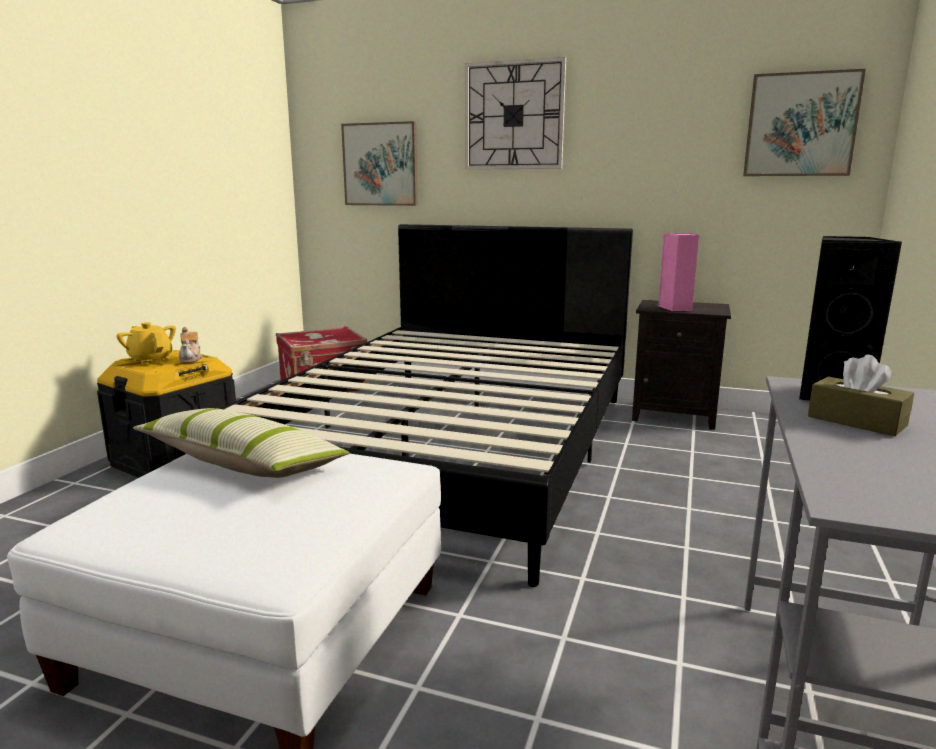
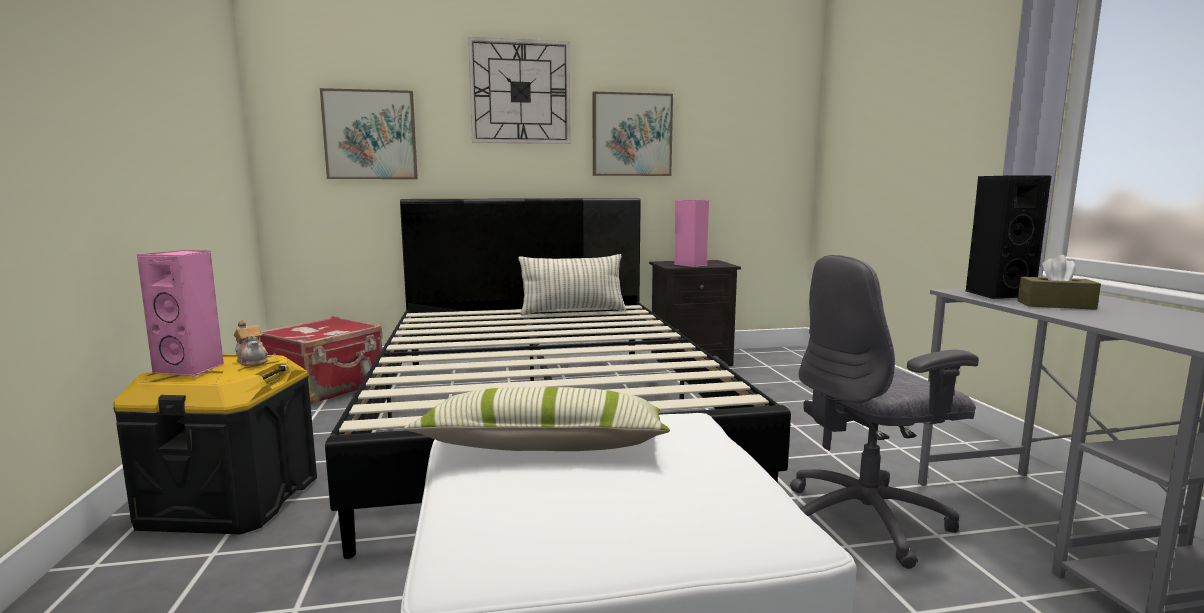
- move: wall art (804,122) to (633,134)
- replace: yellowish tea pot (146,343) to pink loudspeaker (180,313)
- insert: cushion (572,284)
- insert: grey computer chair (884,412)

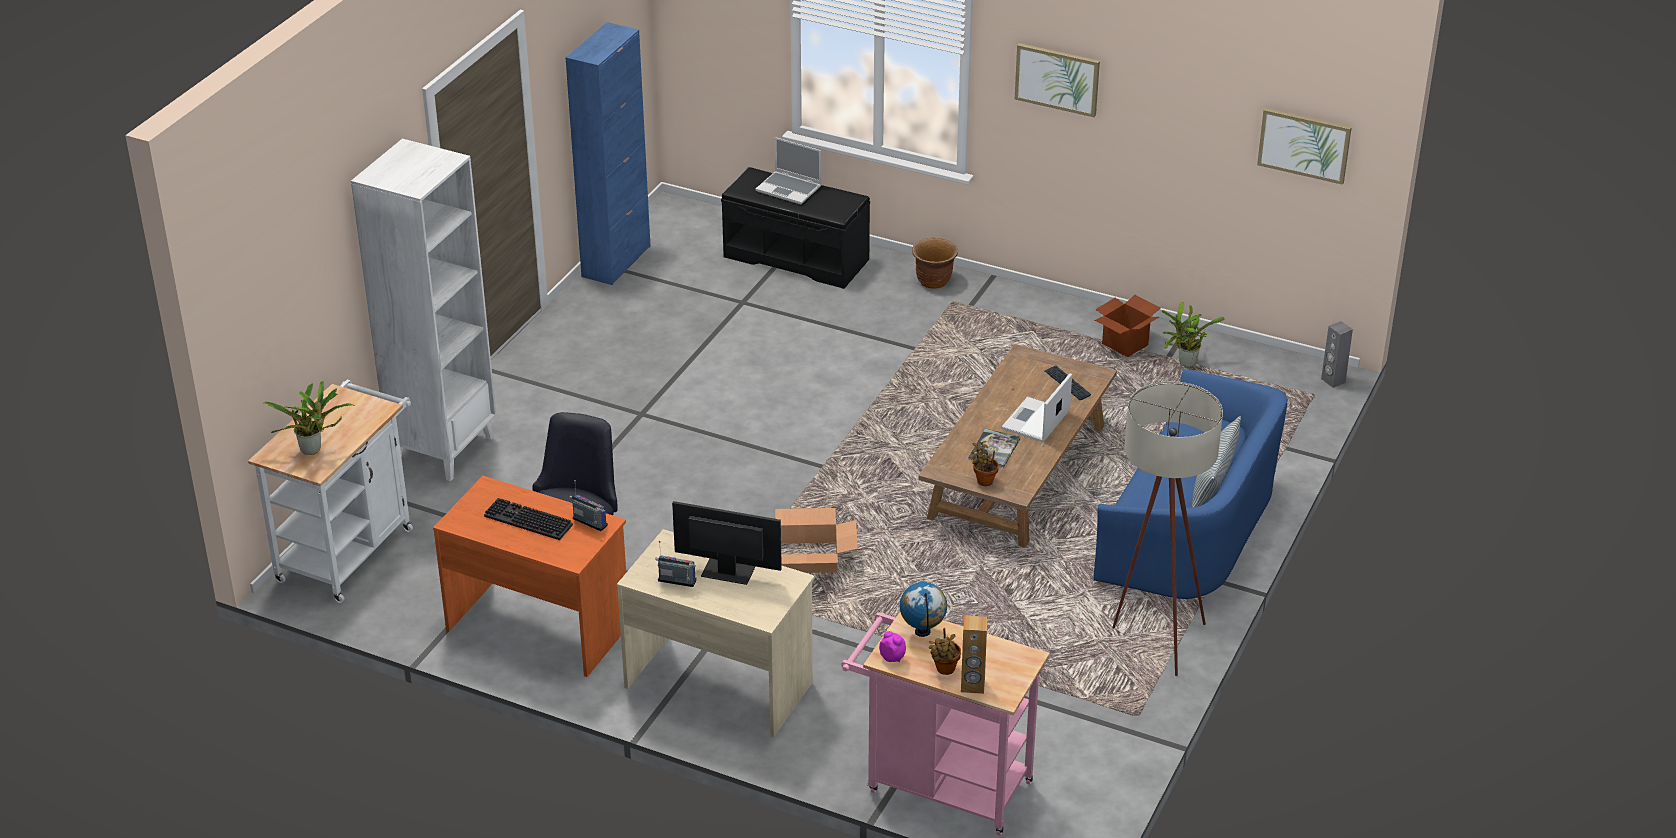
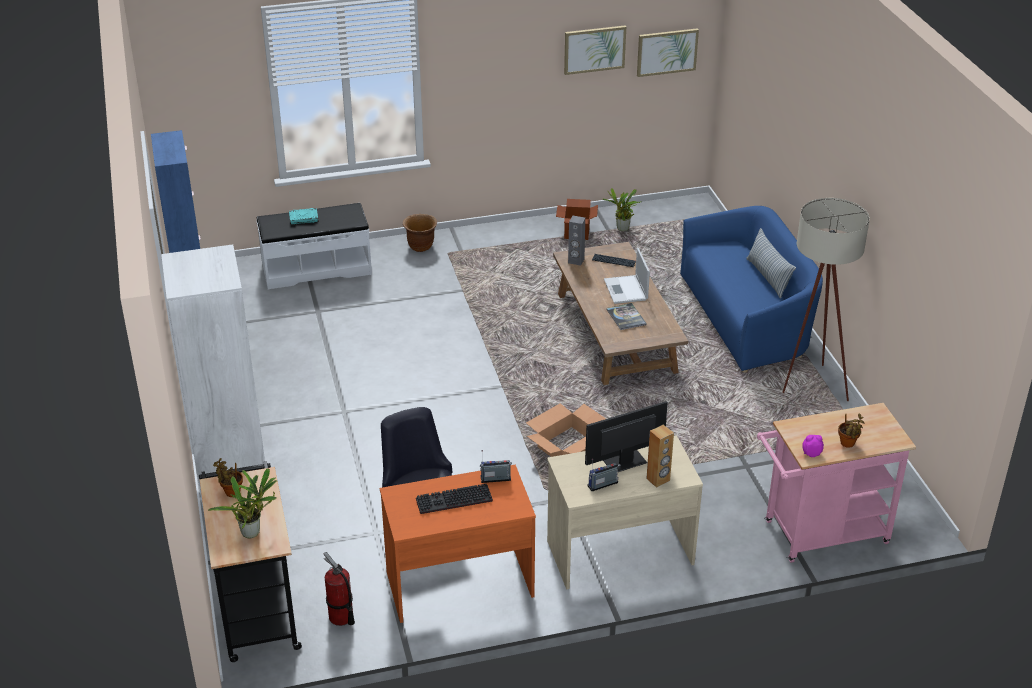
- move: wall art (1057,80) to (595,50)
- replace: portable computer (789,171) to turquoise-coloured book (303,216)
- recolor: blackish bench (795,228) to whitish bench (314,246)
- move: grey loudspeaker (1337,354) to (576,241)
- recolor: whitish cart (330,491) to blackish cart (250,561)
- move: potted plant (985,463) to (228,477)
- delete: globe (923,609)
- move: brownish loudspeaker (974,654) to (660,456)
- insert: fire-fighting cylinder (339,589)

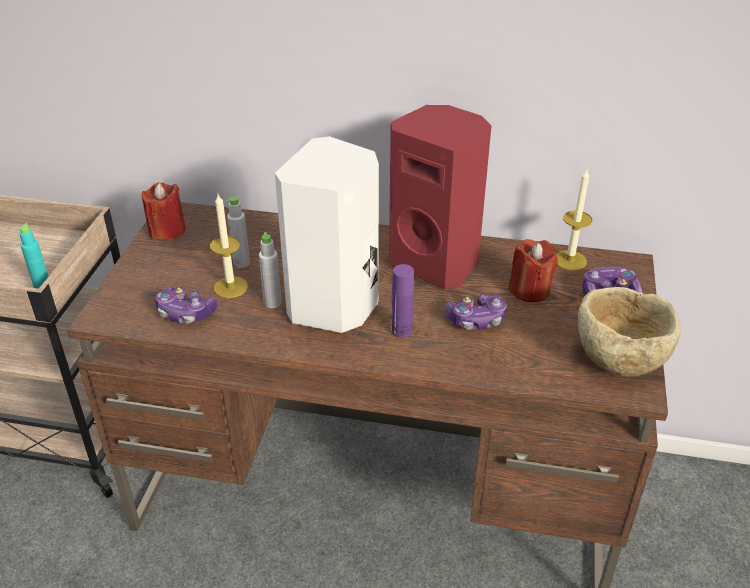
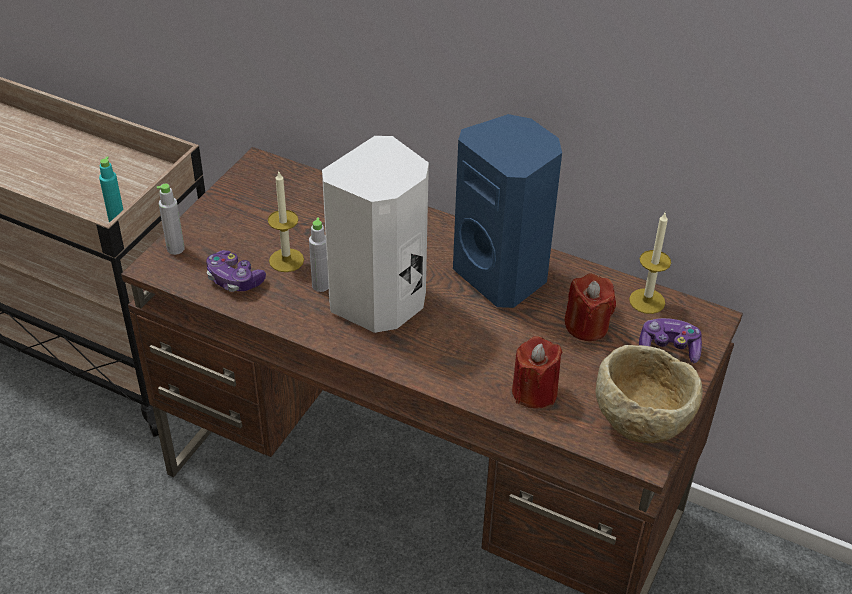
- recolor: red-coloured loudspeaker (440,197) to bluish loudspeaker (507,211)
- move: red-coloured wax light (163,211) to (537,372)
- move: grey bottle (238,232) to (171,219)
- delete: purple-coloured bottle (402,301)
- delete: joypad (476,312)

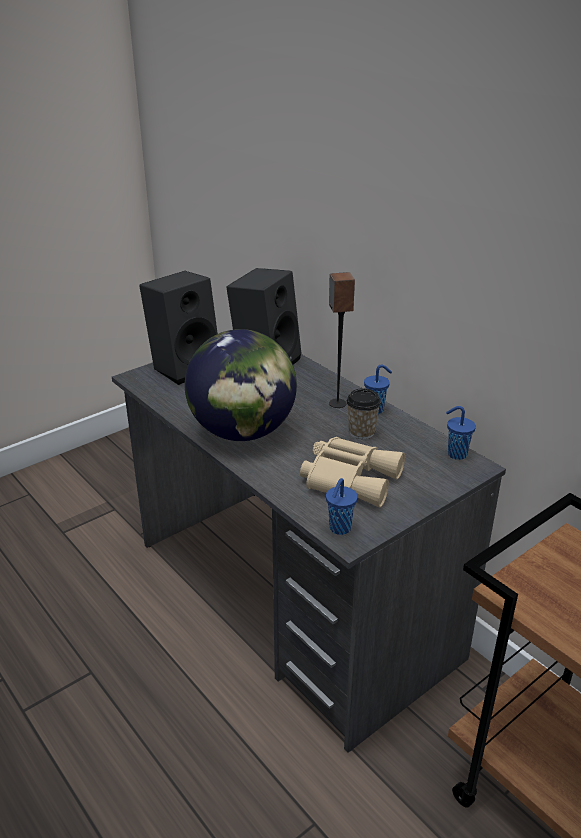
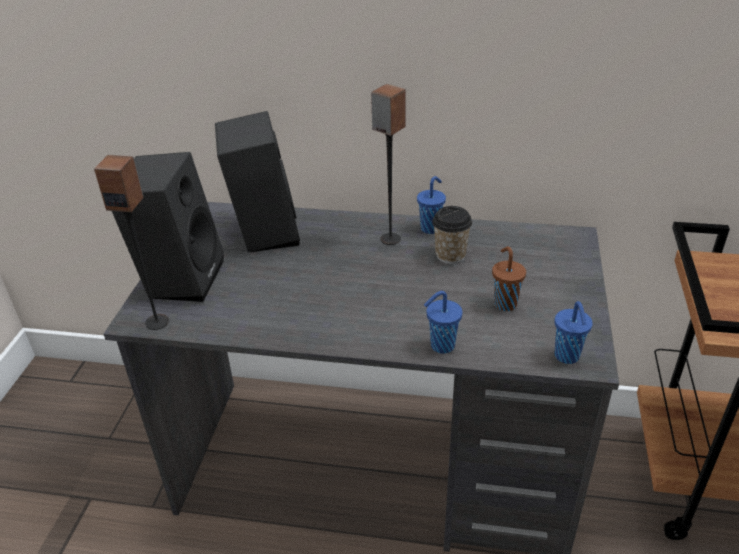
- delete: globe (241,385)
- move: bluish drinking cup (461,433) to (443,322)
- replace: beige binoculars (352,472) to brownish drinking cup (509,278)
- insert: loudspeaker (131,242)

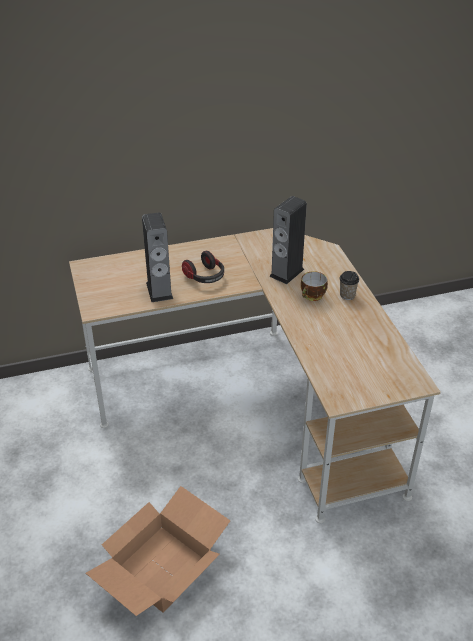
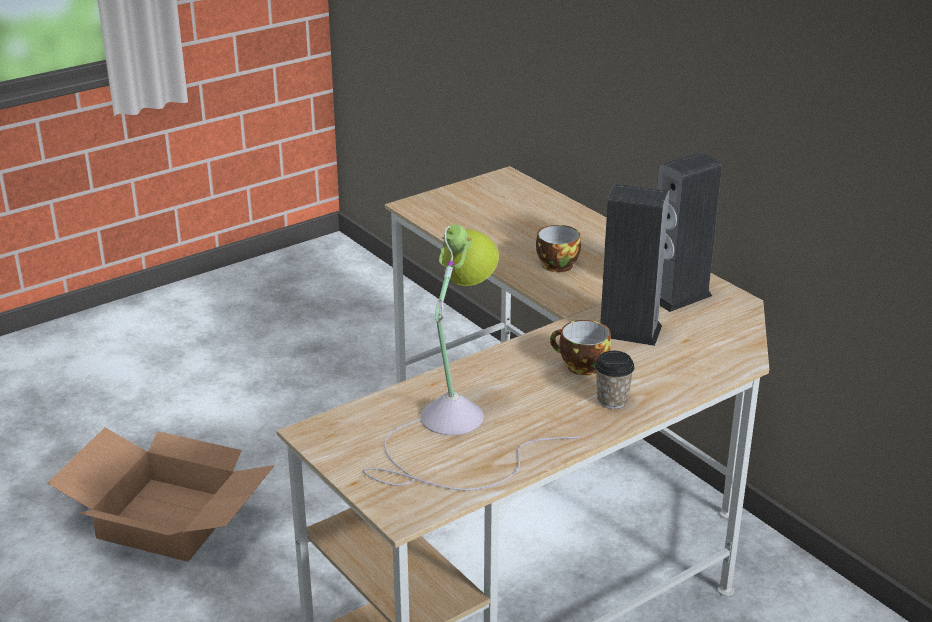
- move: loudspeaker (157,257) to (689,232)
- replace: pair of headphones (203,267) to drinking cup (558,248)
- insert: table lamp (471,357)

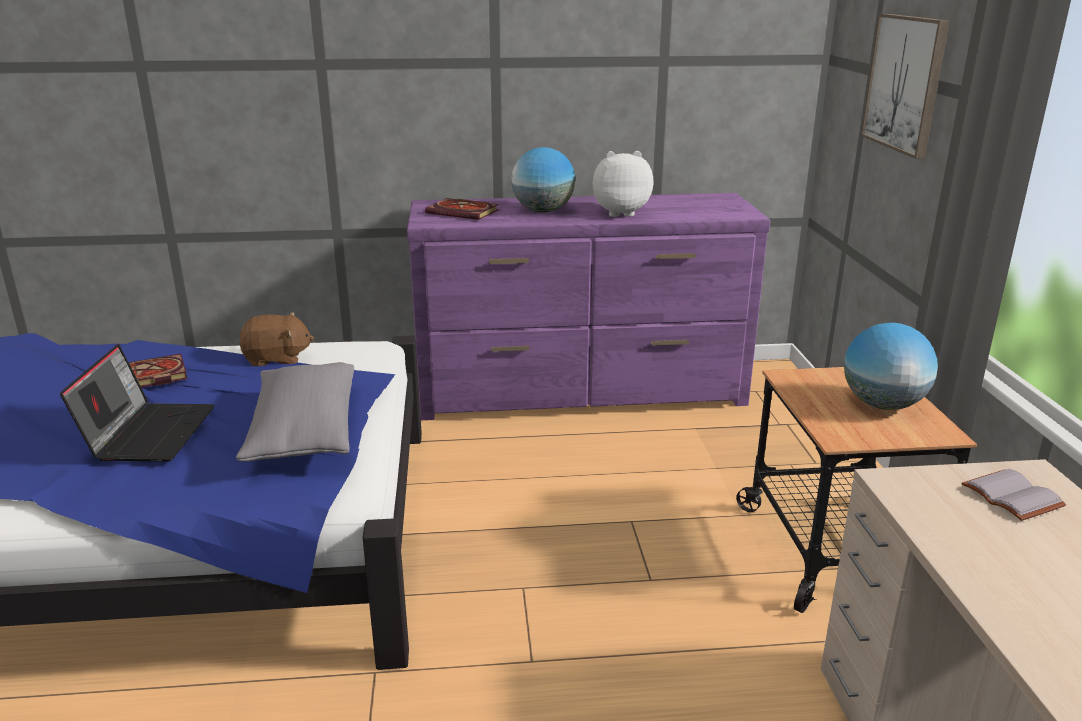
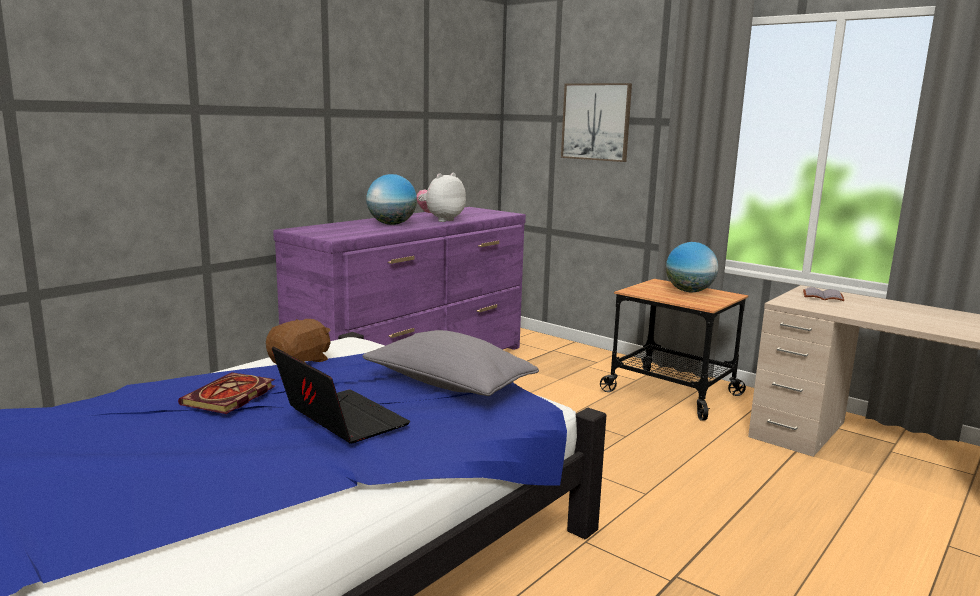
- delete: book (462,209)

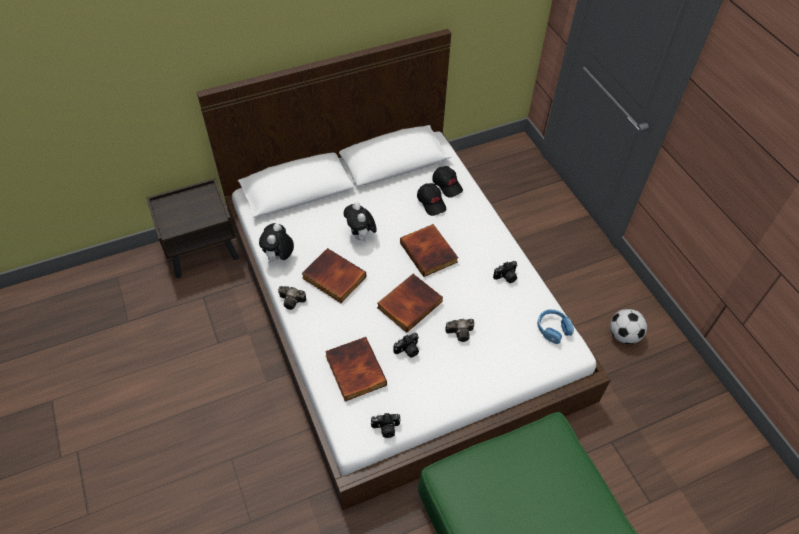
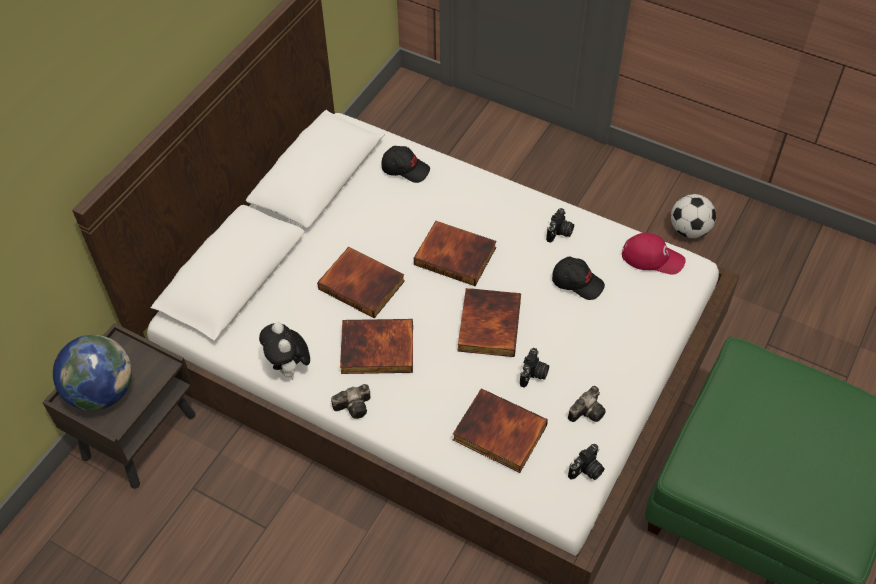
- move: blackish cap (431,199) to (578,278)
- replace: soft toy (360,222) to book (361,282)
- replace: bluish pair of headphones (555,326) to red-coloured cap (654,253)
- move: photo camera (459,330) to (587,404)
- insert: globe (92,373)

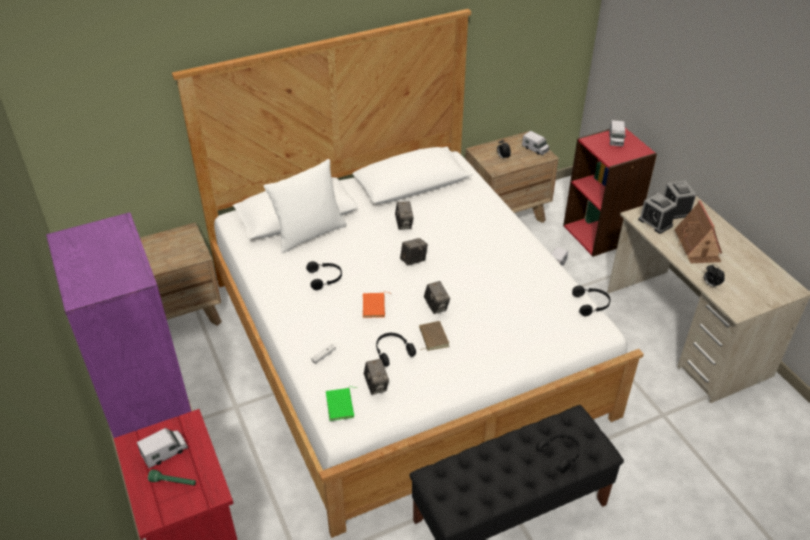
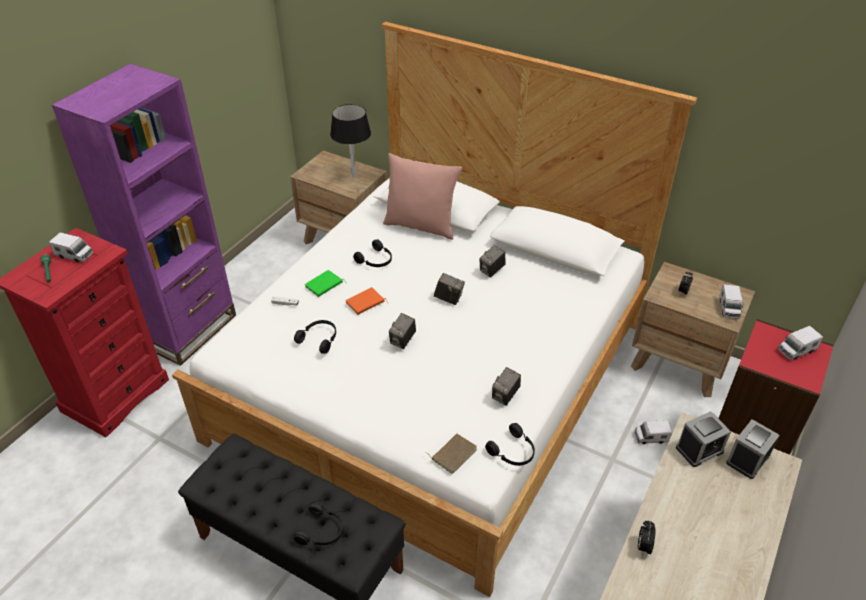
- recolor: whitish cushion (305,206) to pink cushion (422,196)
- rotate: bedside clock (657,213) = (703,439) 135 degrees counterclockwise
- delete: miniature house (698,232)
- move: brownish book (434,336) to (451,453)
- move: photo camera (376,377) to (506,386)
- move: greenish book (341,403) to (326,283)
- insert: blackish table lamp (350,140)

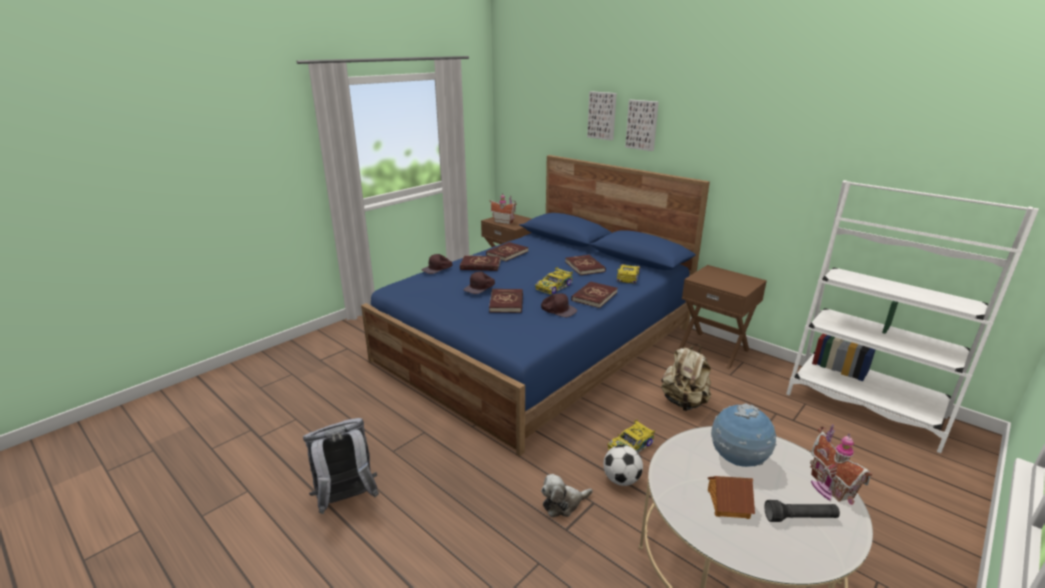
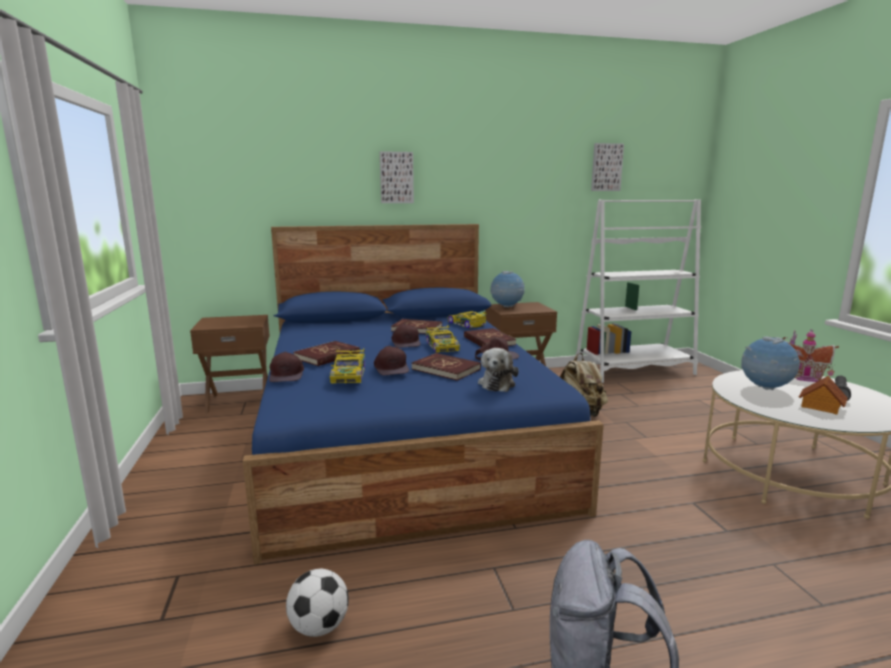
- move: wall art (602,115) to (607,167)
- delete: miniature house (503,209)
- delete: red-coloured book (507,251)
- move: toy car (631,436) to (347,366)
- move: football ball (623,465) to (317,603)
- move: soft toy (567,495) to (498,370)
- insert: globe (508,289)
- insert: brownish cap (405,336)

